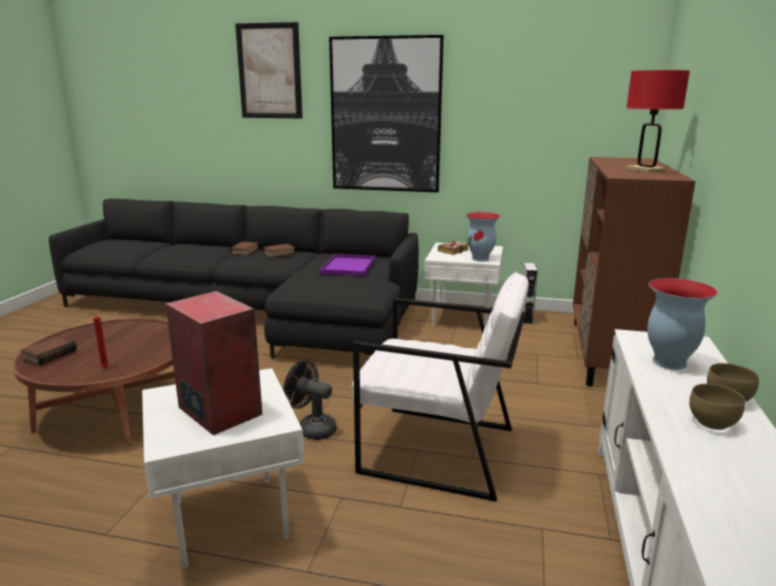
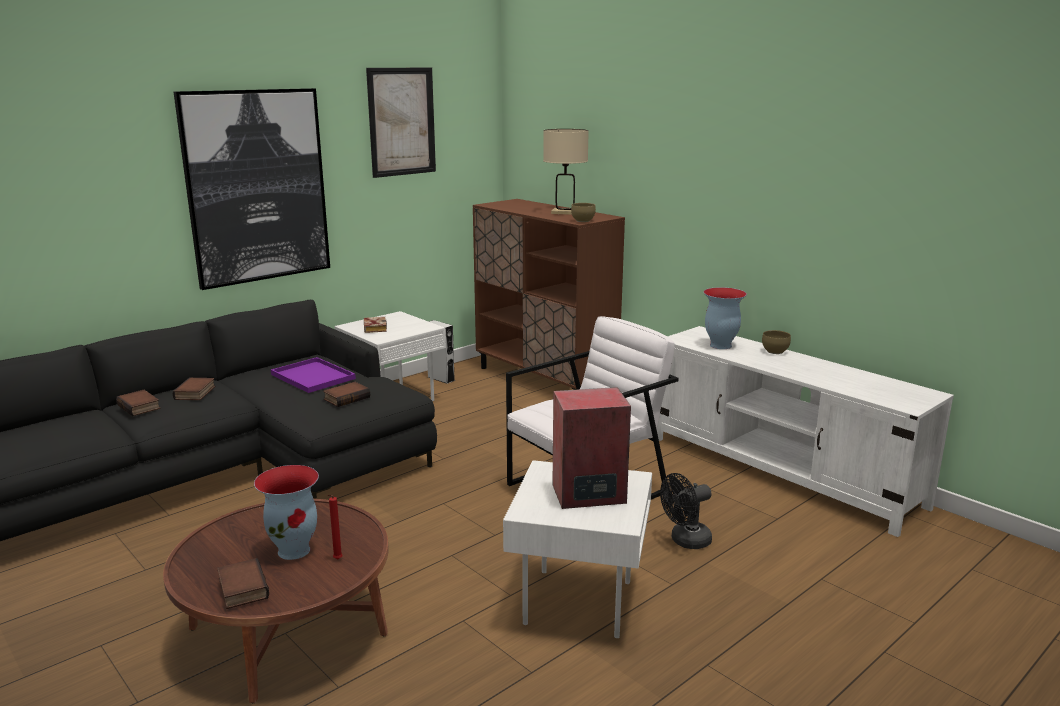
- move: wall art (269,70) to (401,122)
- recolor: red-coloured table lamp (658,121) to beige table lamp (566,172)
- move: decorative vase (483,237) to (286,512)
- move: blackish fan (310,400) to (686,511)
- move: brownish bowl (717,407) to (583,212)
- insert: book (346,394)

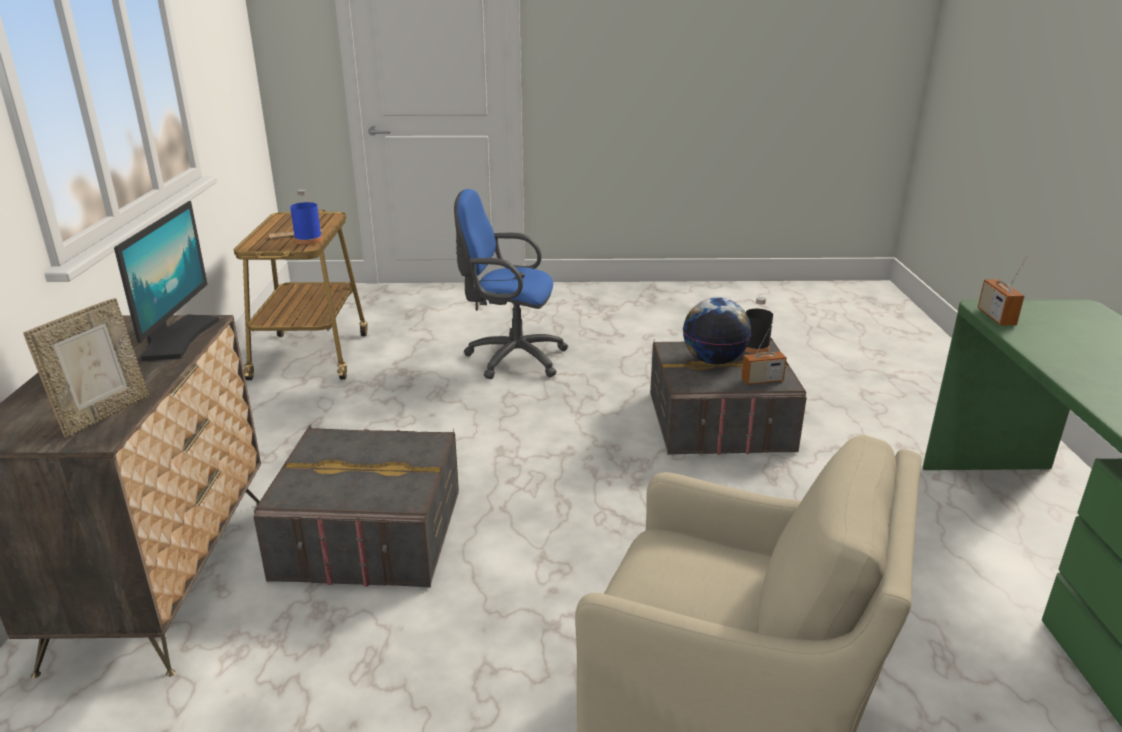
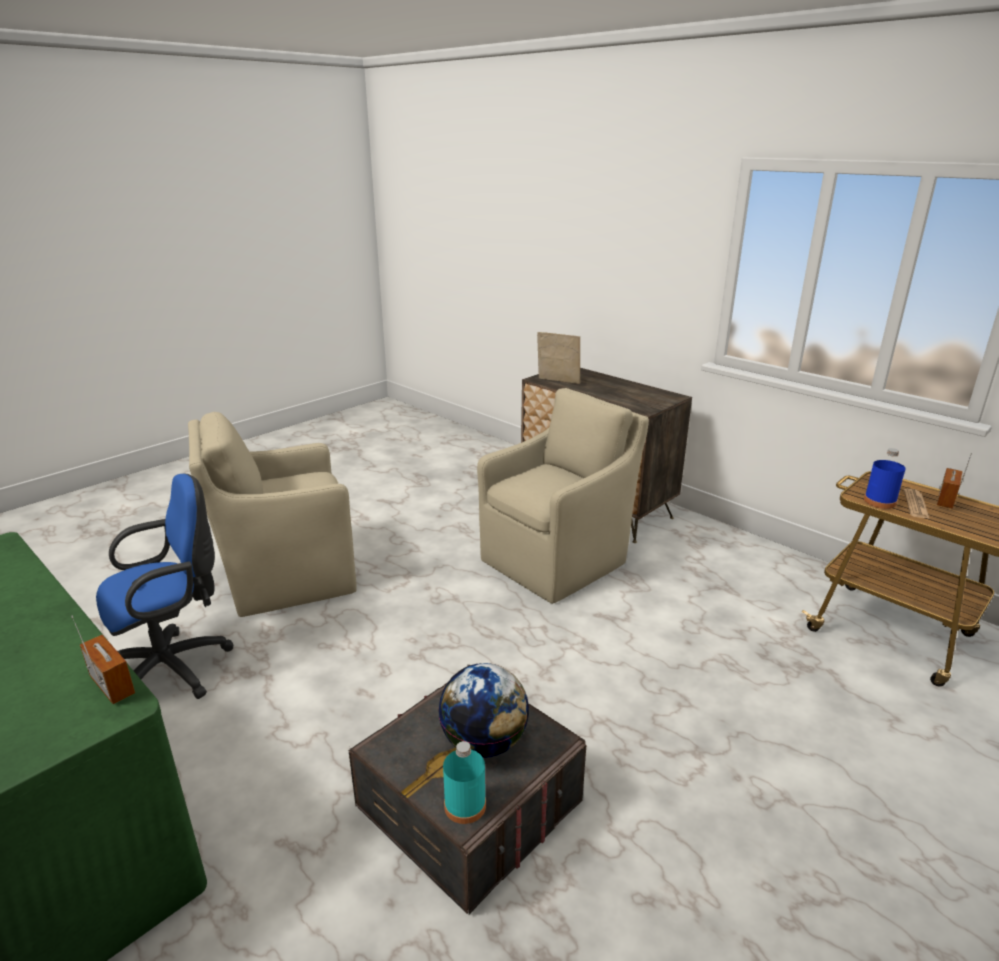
- move: bluish computer chair (511,284) to (165,586)
- delete: monitor (166,281)
- recolor: blackish bottle (758,325) to turquoise-coloured bottle (464,782)
- rotate: standing frame (86,368) = (558,358) 135 degrees clockwise
- move: radio (764,354) to (954,481)
- replace: grey storage bin (356,506) to beige lounge chair (563,496)

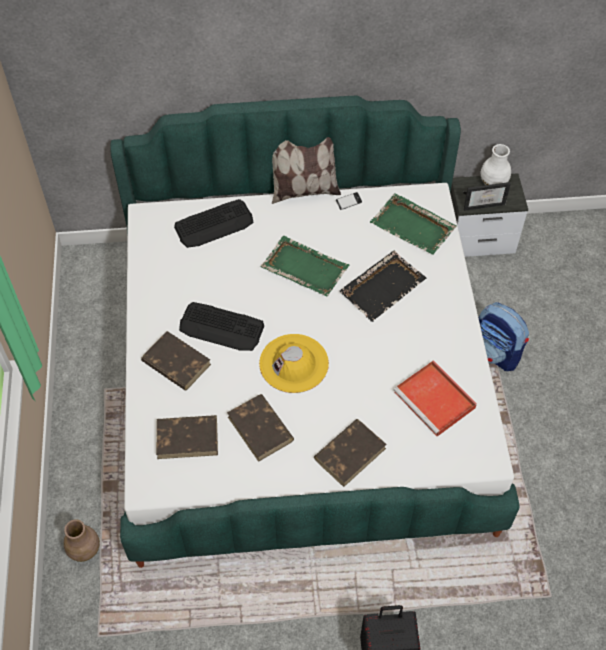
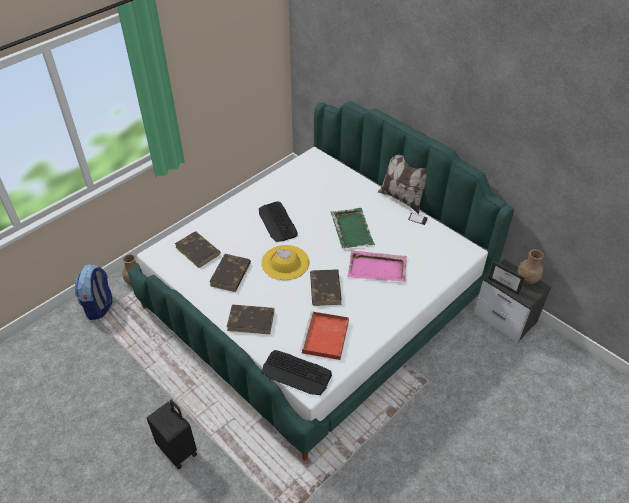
- recolor: whitish decorative vase (496,164) to brownish decorative vase (531,267)
- delete: greenish tray (413,224)
- move: keyboard (213,223) to (297,372)
- recolor: blackish tray (382,286) to pink tray (377,266)
- move: rucksack (504,336) to (94,292)
- move: brownish book (176,360) to (326,287)

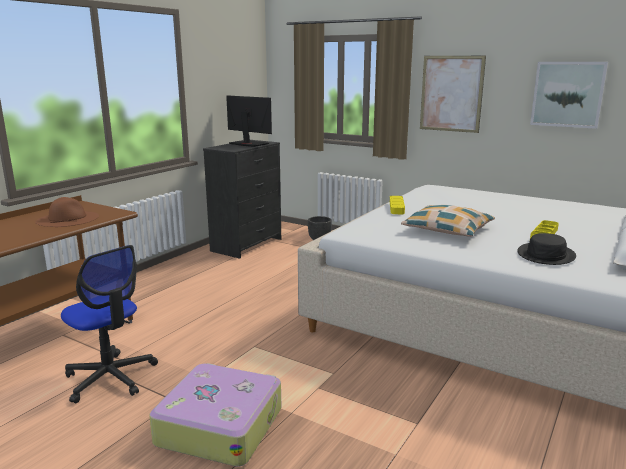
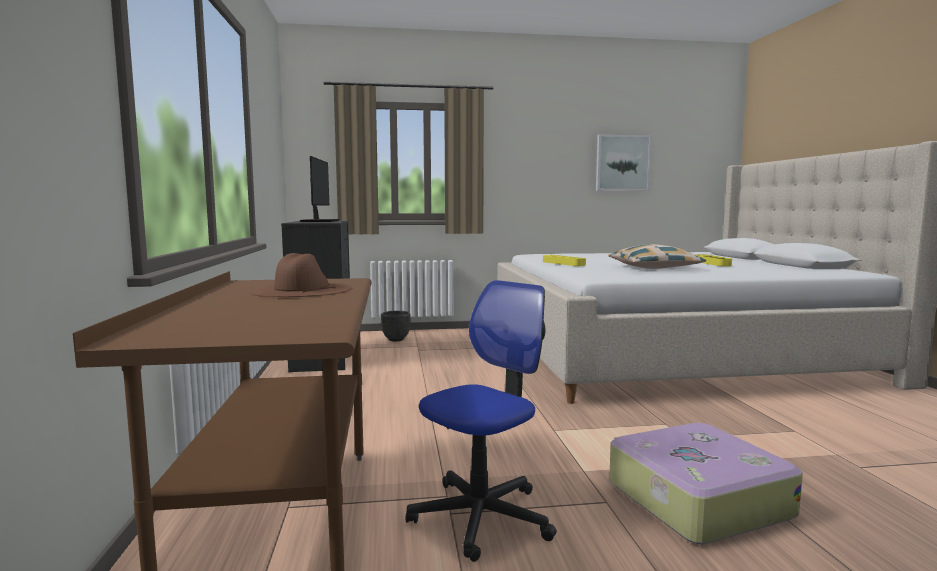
- delete: wall art (453,94)
- rotate: monitor (249,121) = (320,189) 90 degrees clockwise
- delete: blackish hat (546,249)
- rotate: computer chair (109,324) = (481,421) 45 degrees counterclockwise

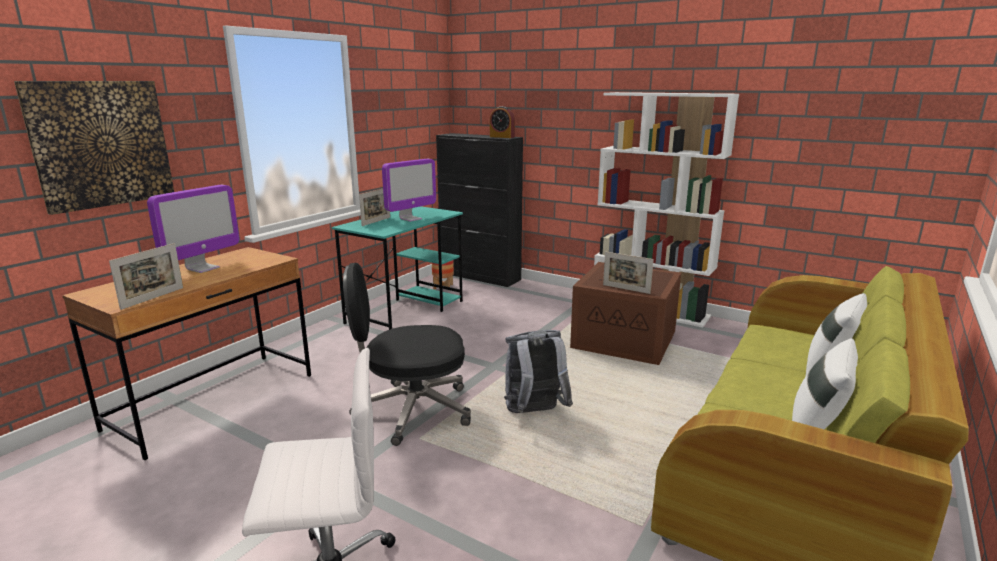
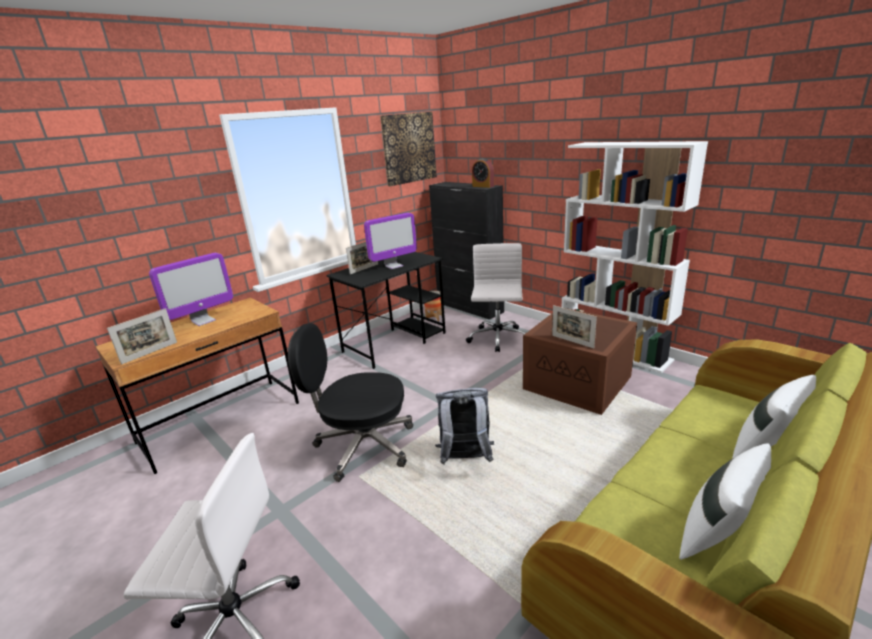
- move: wall art (94,148) to (408,149)
- recolor: turquoise-coloured desk (397,268) to blackish desk (386,310)
- insert: whitish computer chair (495,297)

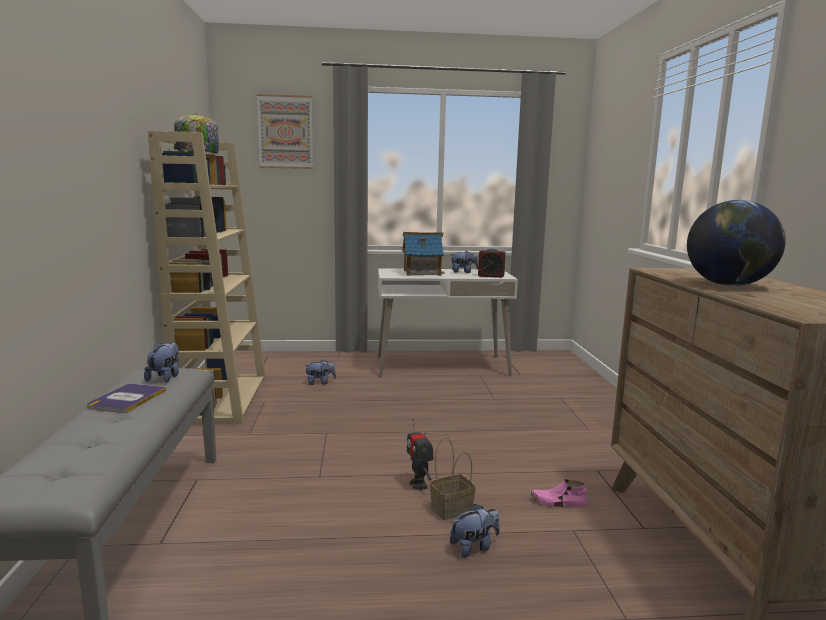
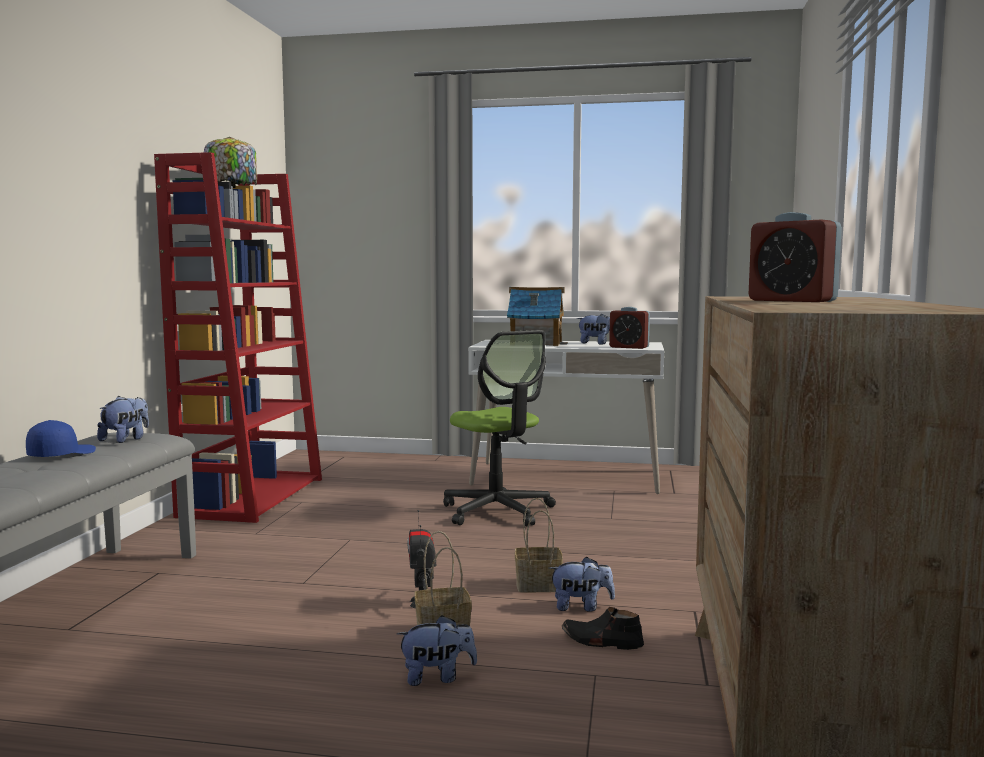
- delete: wall art (285,131)
- recolor: beige bookcase (207,278) to red-coloured bookcase (238,337)
- replace: globe (736,243) to bedside clock (795,257)
- move: soft toy (320,372) to (582,584)
- replace: book (127,398) to bluish cap (61,438)
- recolor: pink shoe (559,493) to blackish shoe (603,628)
- insert: computer chair (499,428)
- insert: storage basket (539,545)

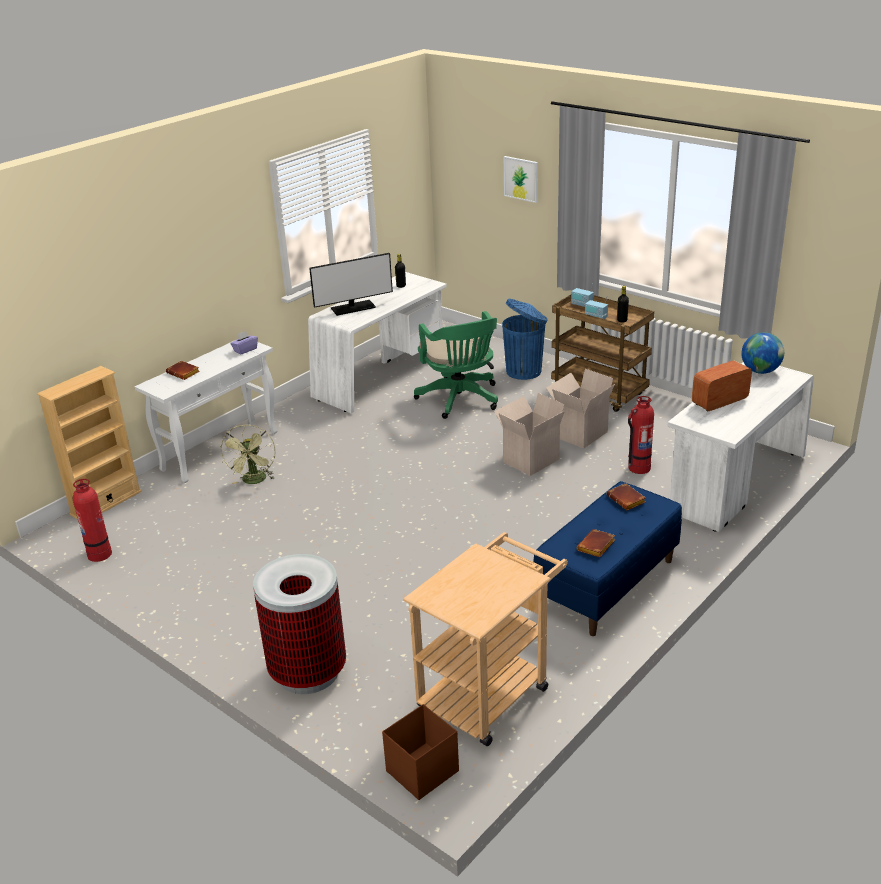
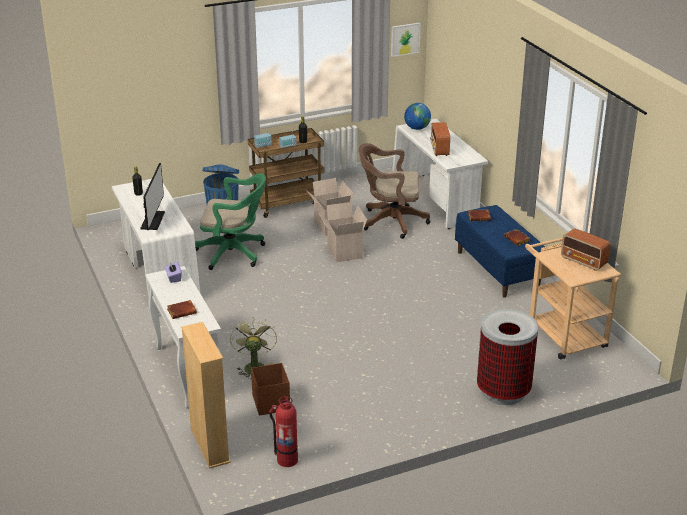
- move: wall art (521,179) to (406,40)
- replace: fire-fighting cylinder (641,435) to brownish computer chair (394,191)
- rotate: greenish fan (248,454) = (253,348) 120 degrees counterclockwise
- move: brownish storage bin (420,752) to (270,389)
- insert: radio (585,249)

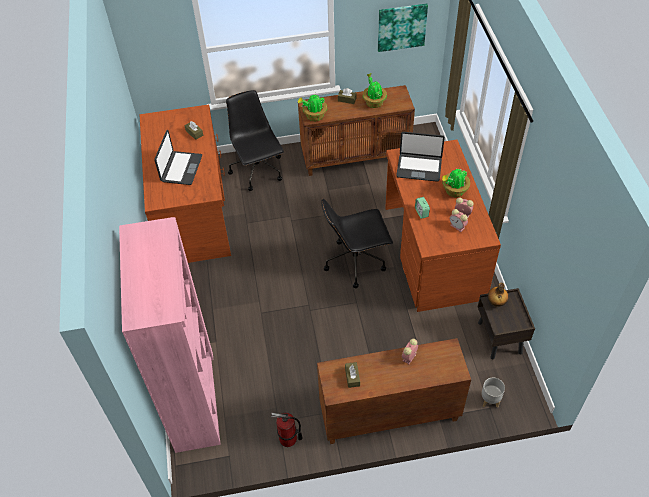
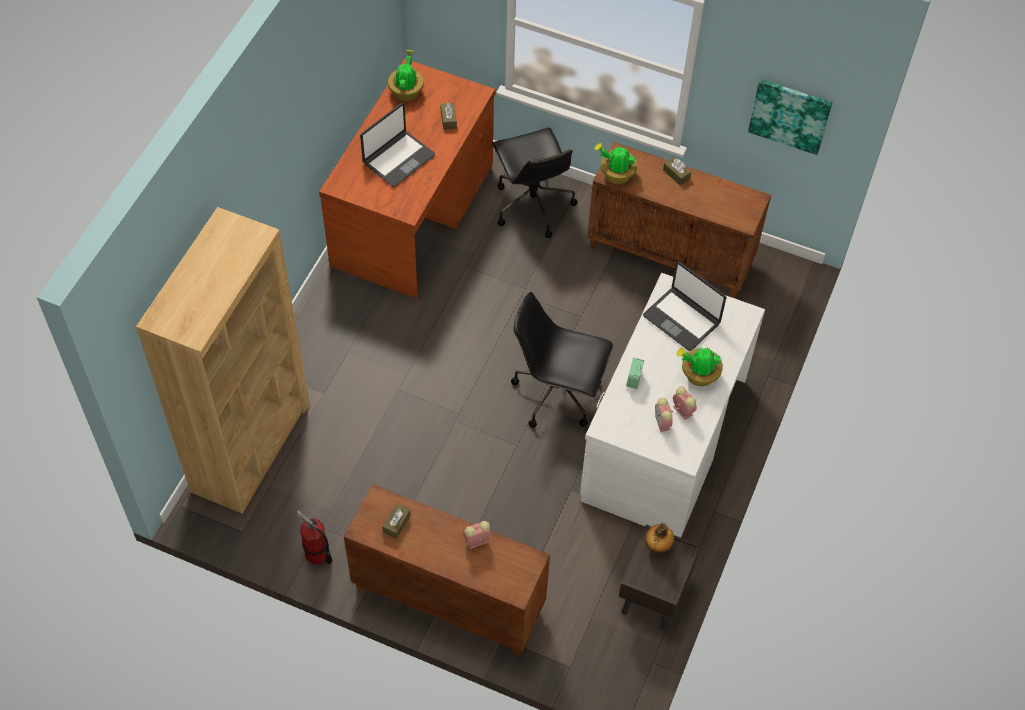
- move: potted plant (375,90) to (406,76)
- rotate: blackish computer chair (255,140) = (534,183) 150 degrees clockwise
- recolor: brownish desk (443,226) to whitish desk (672,405)
- recolor: pink bookcase (170,335) to brownish bookcase (223,360)
- delete: grey flower pot (493,392)

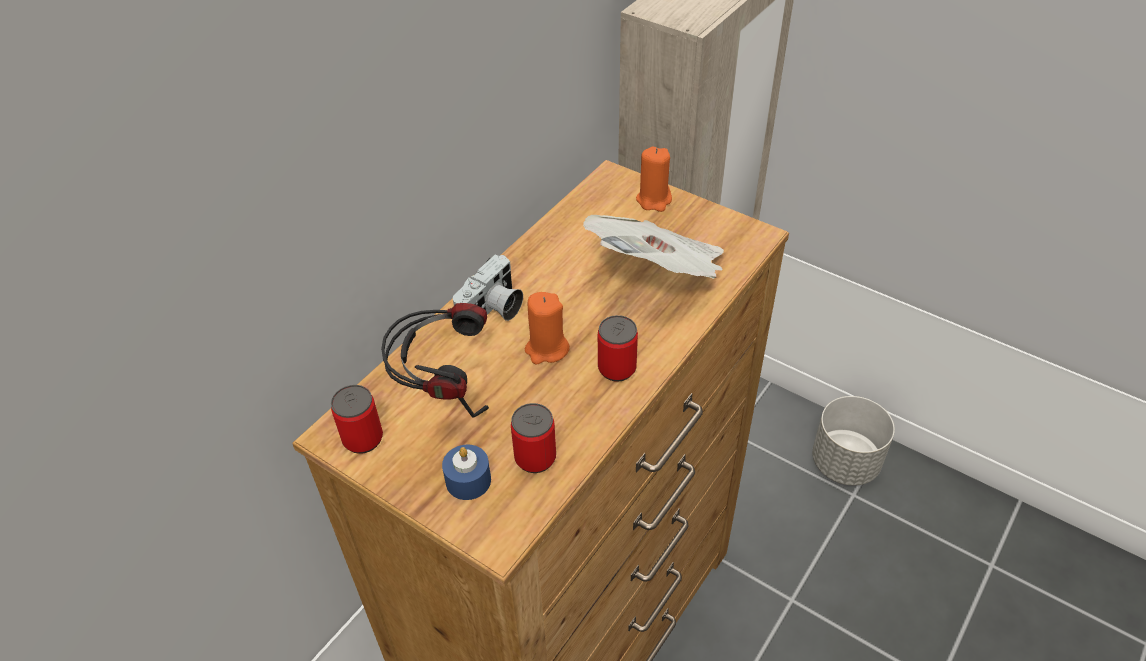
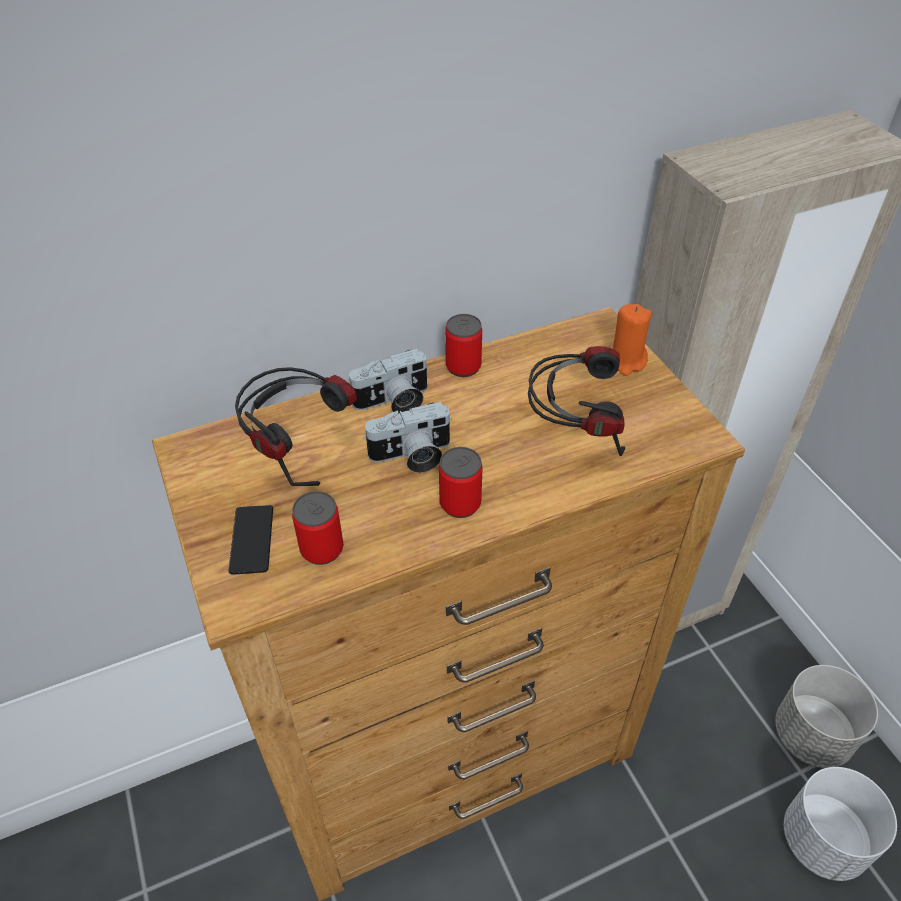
- replace: newspaper (653,246) to pair of headphones (576,401)
- replace: orange wax light (547,328) to photo camera (407,437)
- move: can (357,419) to (463,345)
- replace: bluish wax light (466,472) to handset (251,540)
- insert: whitish flower pot (840,824)

